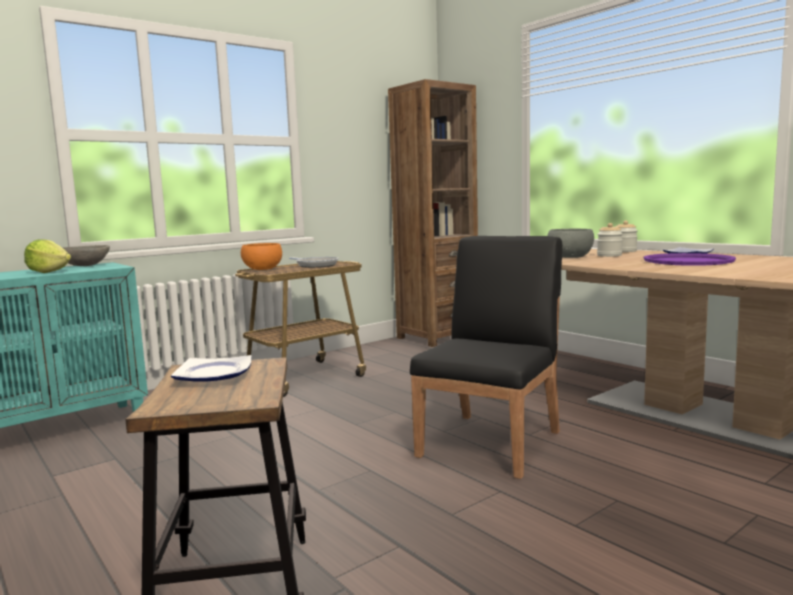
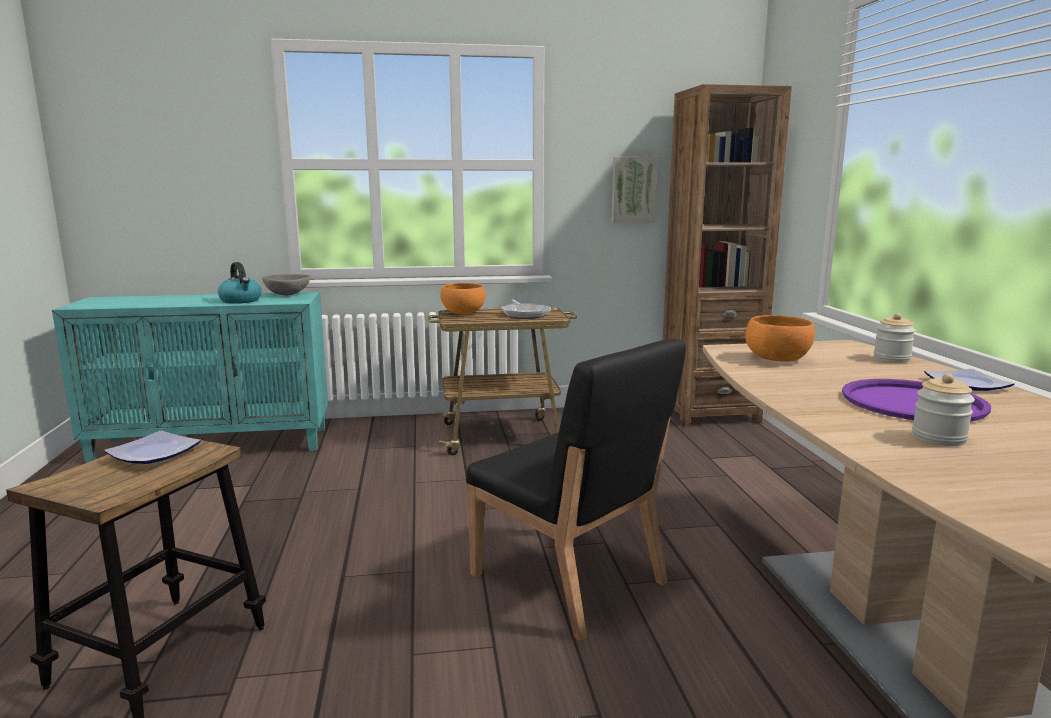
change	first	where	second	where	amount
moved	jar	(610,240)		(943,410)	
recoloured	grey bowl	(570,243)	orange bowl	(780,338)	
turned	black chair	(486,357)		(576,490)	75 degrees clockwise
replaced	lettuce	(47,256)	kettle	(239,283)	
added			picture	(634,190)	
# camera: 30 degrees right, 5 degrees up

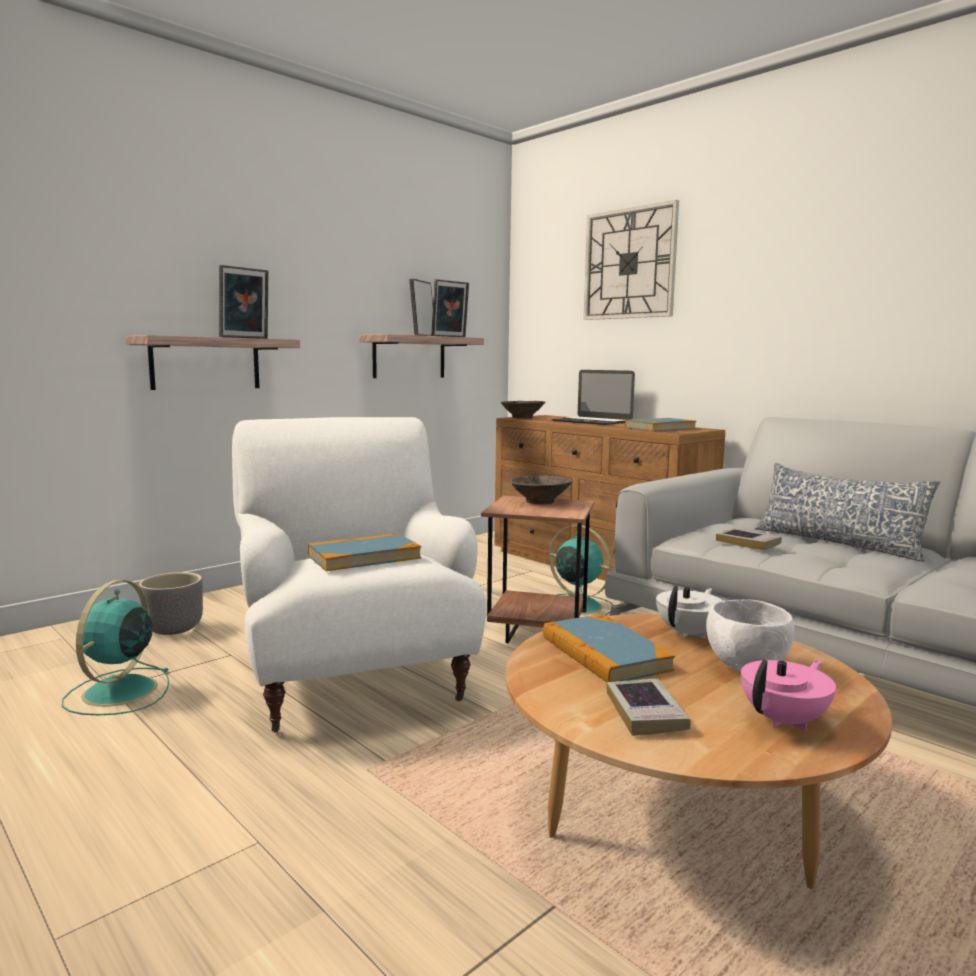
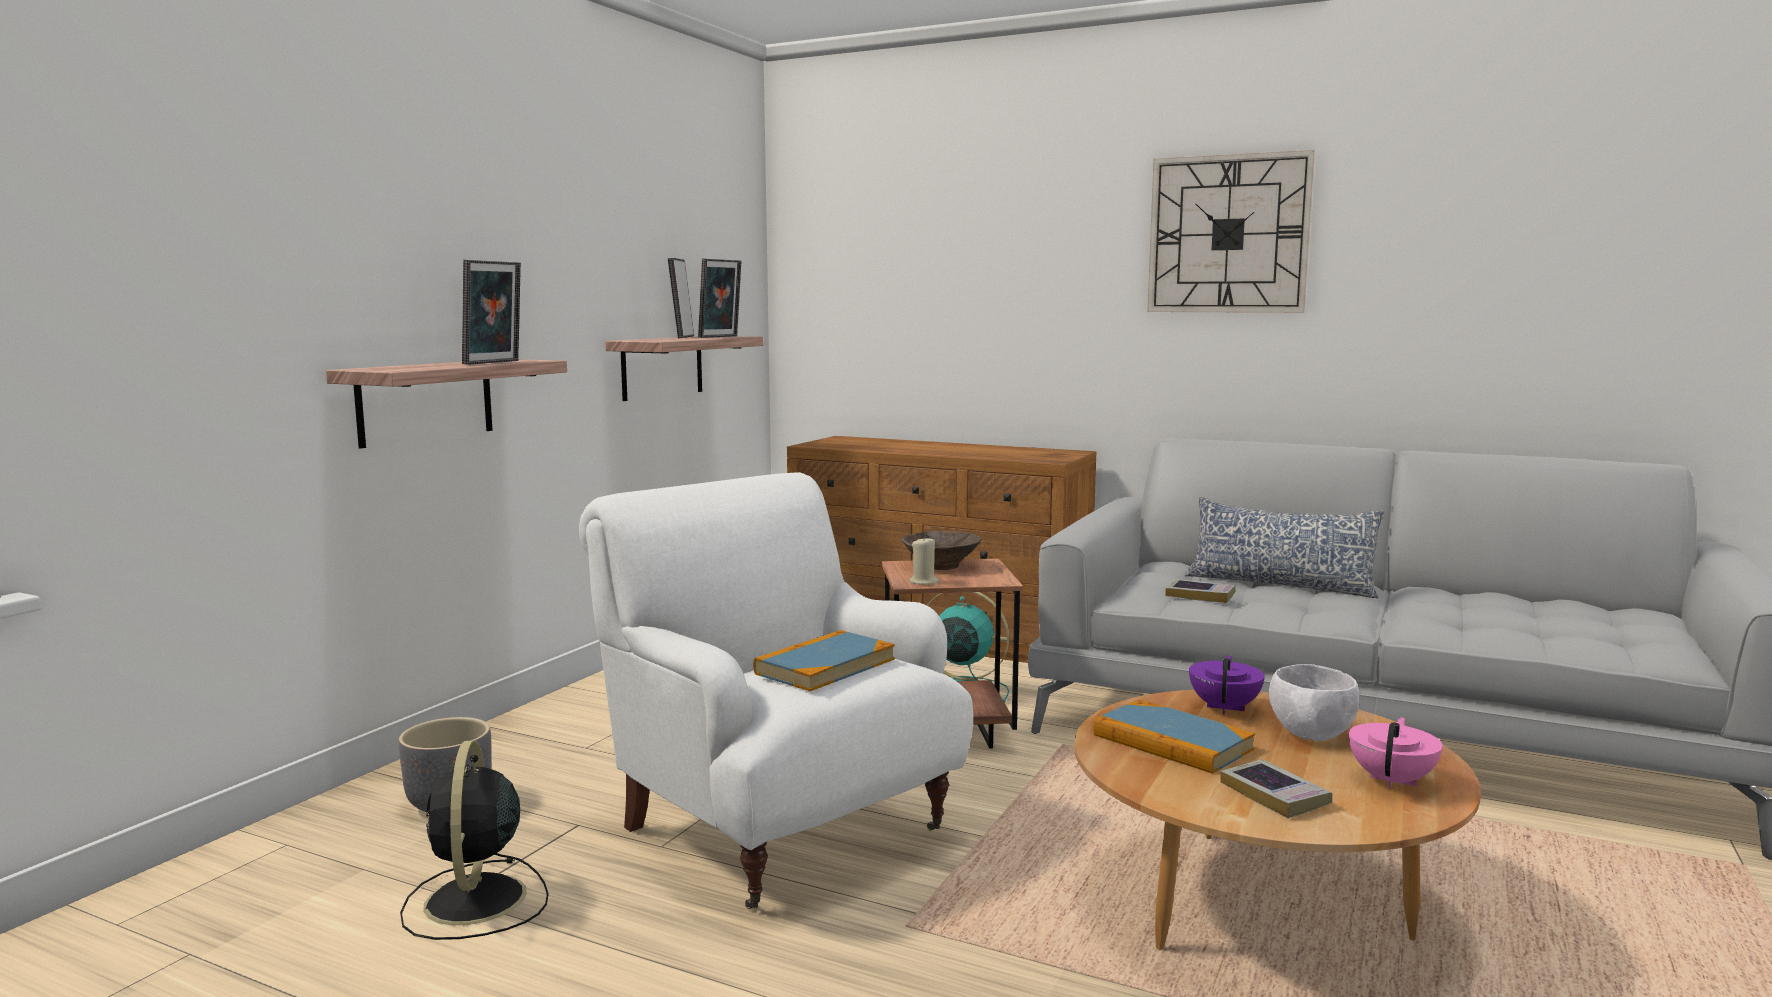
change	first	where	second	where	amount
moved	wall clock	(631,260)		(1231,231)	
removed	laptop	(593,397)			
removed	brown bowl	(523,409)			
removed	book	(660,424)			
recoloured	turquoise fan	(115,647)	black fan	(474,840)	
recoloured	white teapot	(690,612)	purple teapot	(1227,685)	
added			beige candle	(924,560)	
# camera: 20 degrees left, 0 degrees up

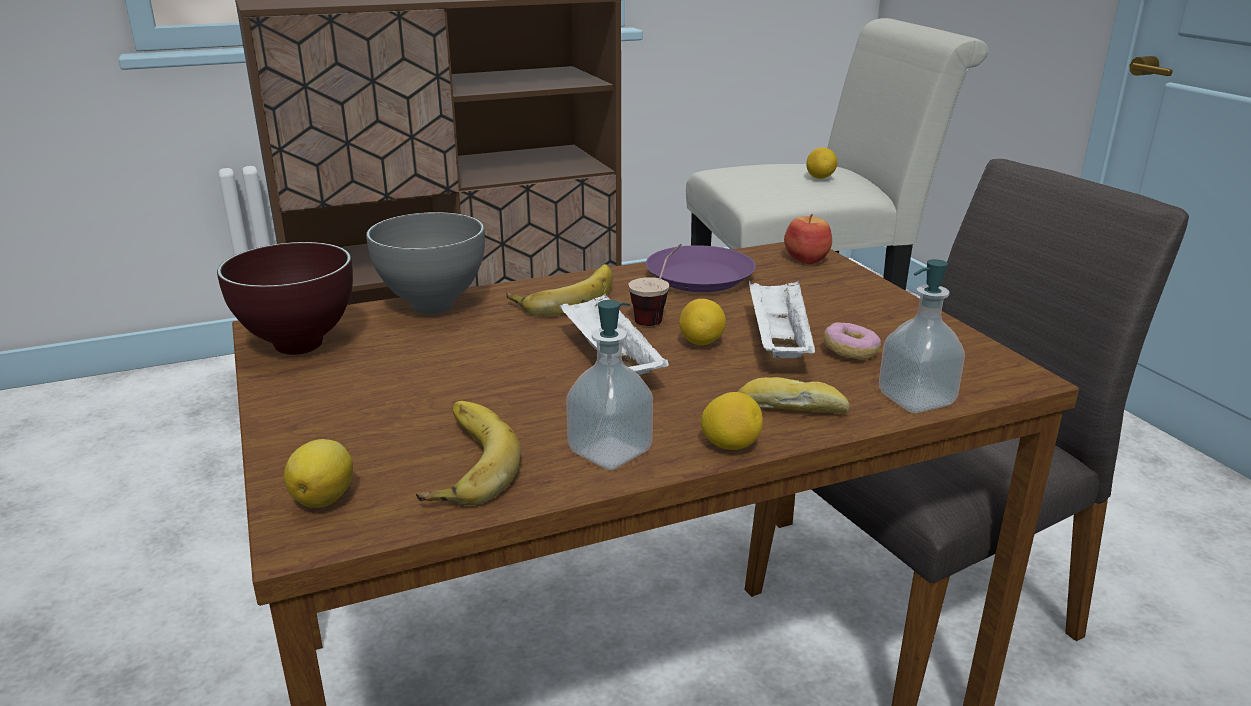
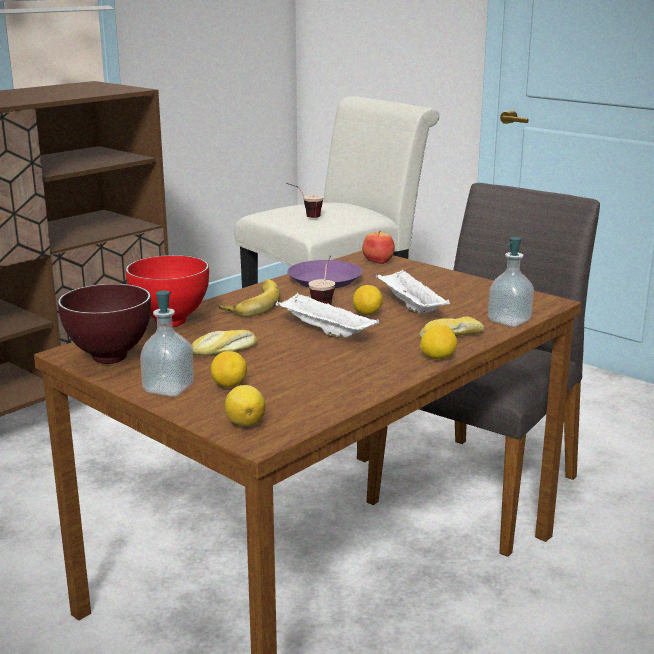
change	first	where	second	where	amount
moved	lemon	(822,163)		(229,369)	
recoloured	grey bowl	(425,263)	red bowl	(167,291)	
moved	soap dispenser	(609,385)		(167,344)	
removed	donut	(852,341)			
removed	banana	(468,453)			
added			cup	(305,200)	
added			bread	(224,342)	
# camera: 25 degrees left, 5 degrees down

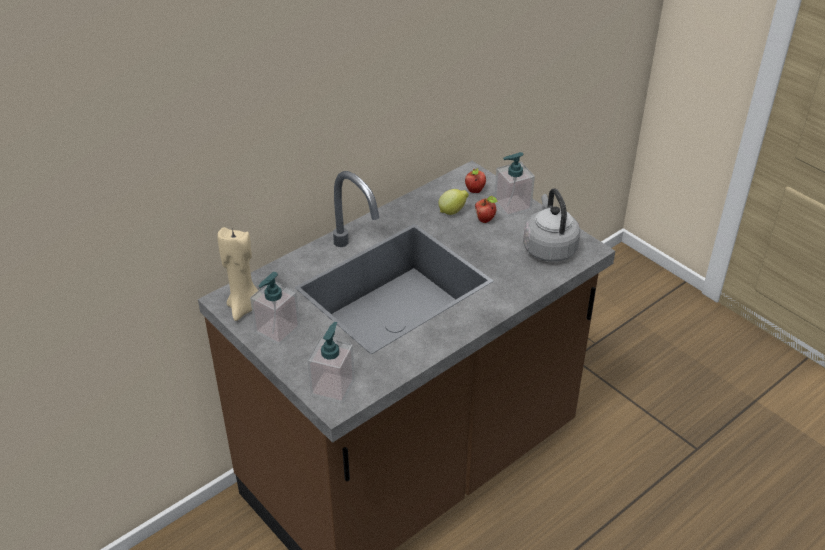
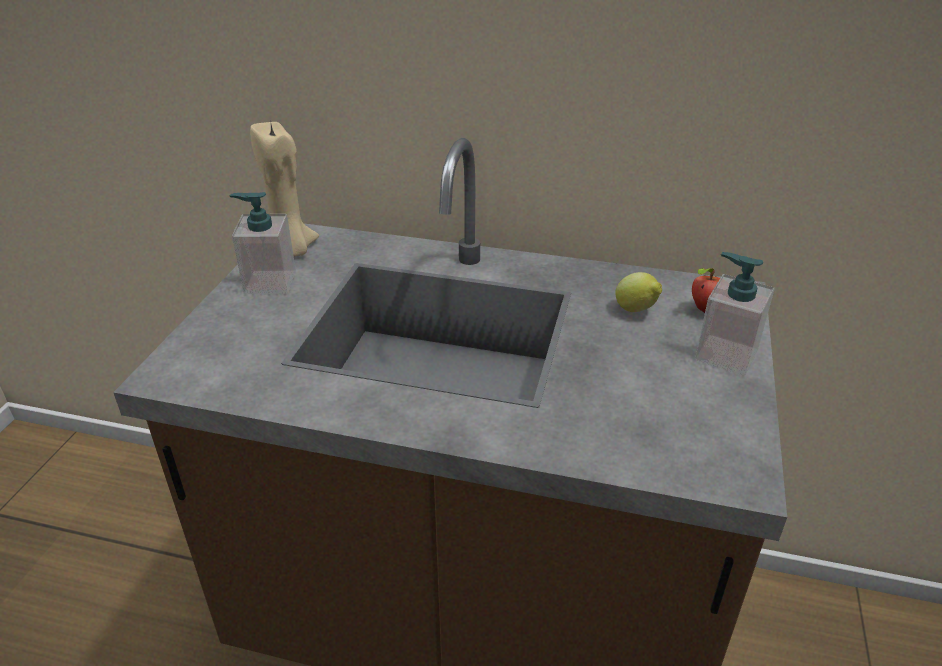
change	first	where	second	where	amount
removed	grey kettle	(551,225)			
removed	apple	(486,209)			
removed	soap dispenser	(331,363)			
# camera: 55 degrees right, 5 degrees down

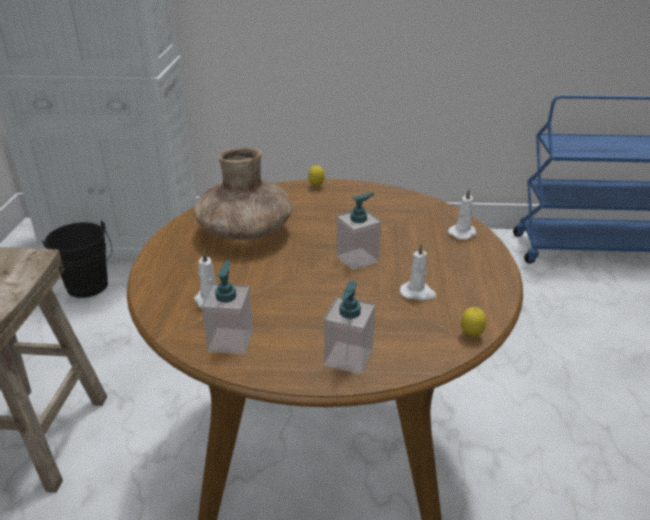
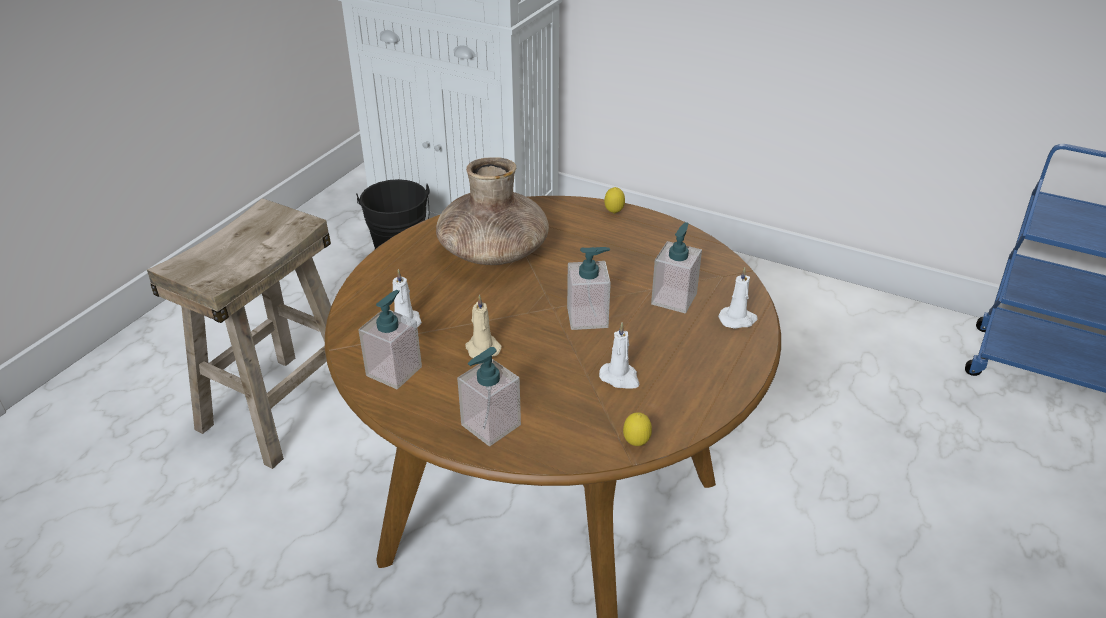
change	first	where	second	where	amount
added			soap dispenser	(676,267)	
added			beige candle	(483,326)	
# camera: 25 degrees right, 5 degrees up

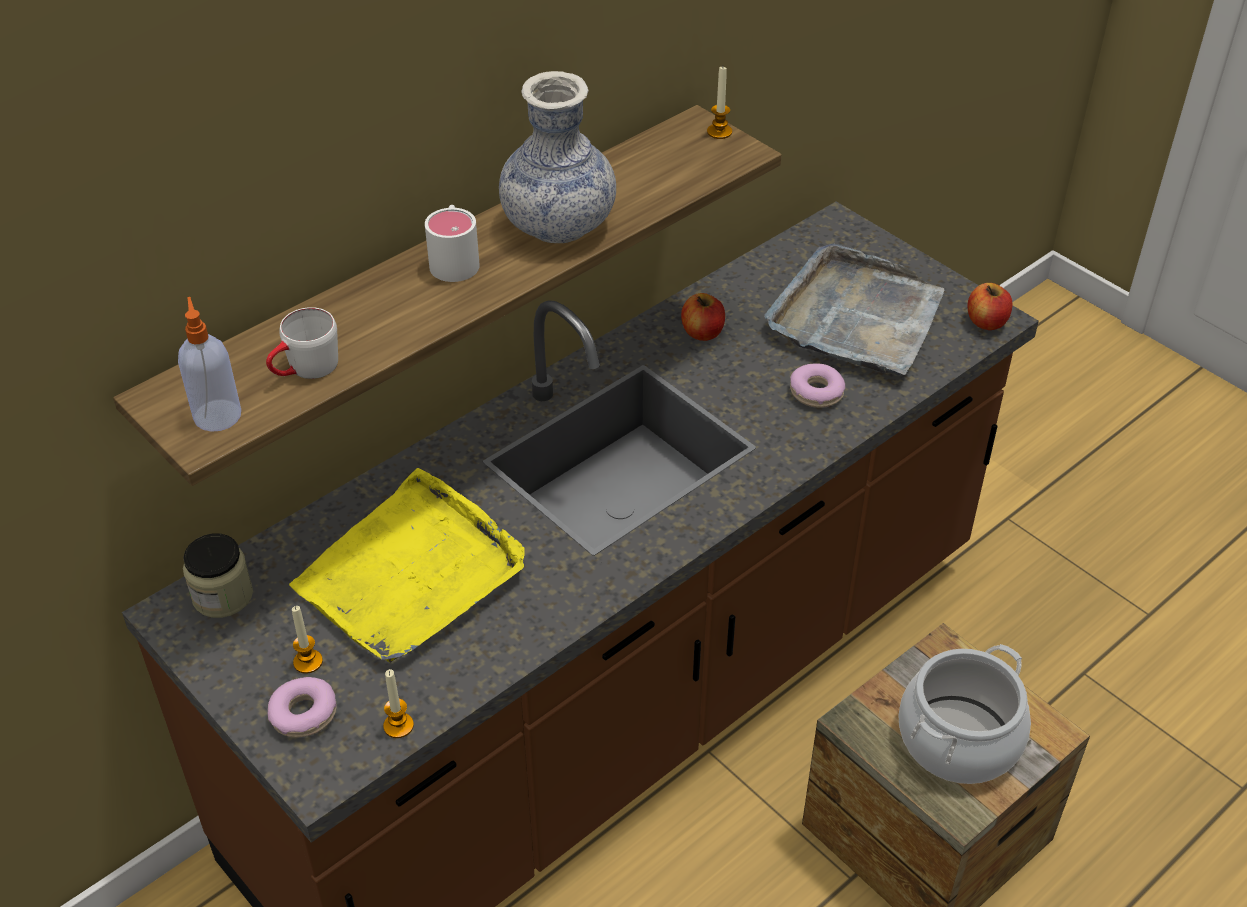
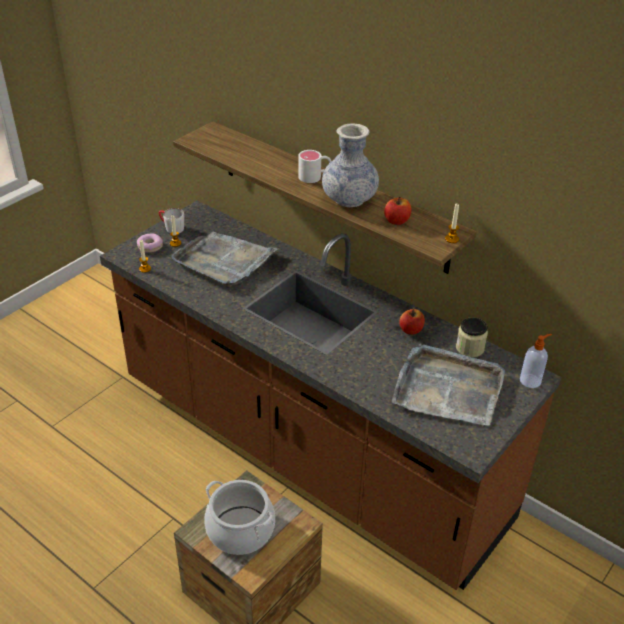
change	first	where	second	where	amount
moved	apple	(989,306)		(398,211)	
moved	soap dispenser	(209,364)		(536,361)	
moved	white mug	(302,343)		(171,220)	
removed	donut	(817,386)			
recoloured	yellow tray	(407,565)	grey tray	(225,259)	
moved	jar	(218,575)		(472,337)	
# camera: 80 degrees right, 5 degrees down

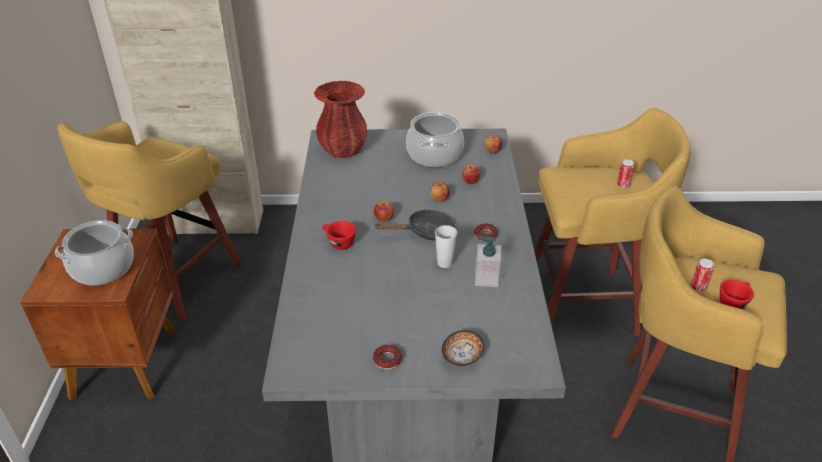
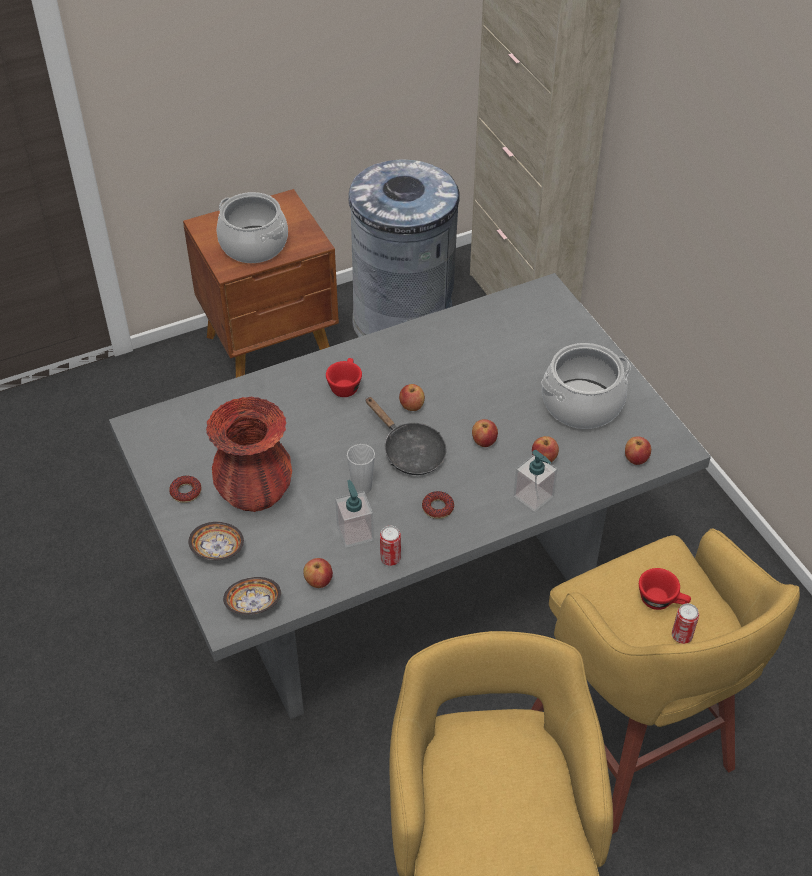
change	first	where	second	where	amount
moved	red vase	(340,119)		(249,454)	
replaced	yellow stool	(149,221)	grey trash can	(404,248)	
moved	can	(702,275)		(390,546)	
moved	red cup	(737,294)		(665,589)	
added			soap dispenser	(536,481)	
added			apple	(318,573)	
added			bowl	(252,596)	
# camera: 65 degrees right, 10 degrees up

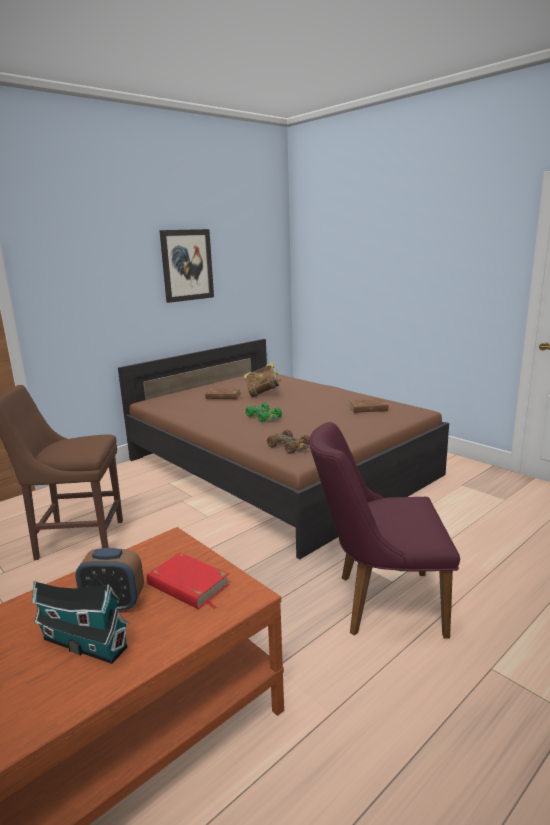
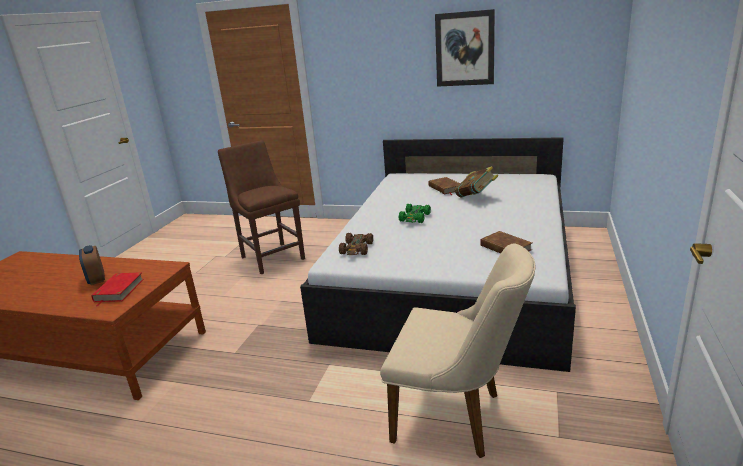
change	first	where	second	where	amount
recoloured	brown bed	(283,449)	white bed	(438,254)	
removed	purple chair	(384,530)			
removed	toy house	(80,622)			
added			beige chair	(458,351)	
# camera: 60 degrees right, 5 degrees up

